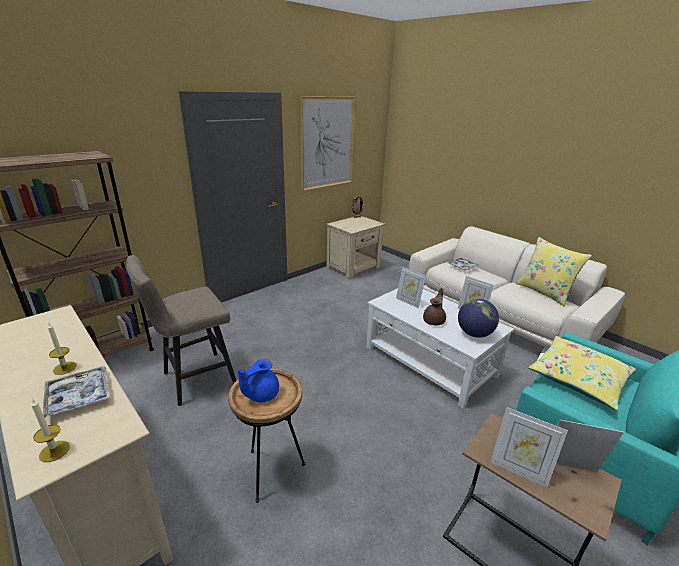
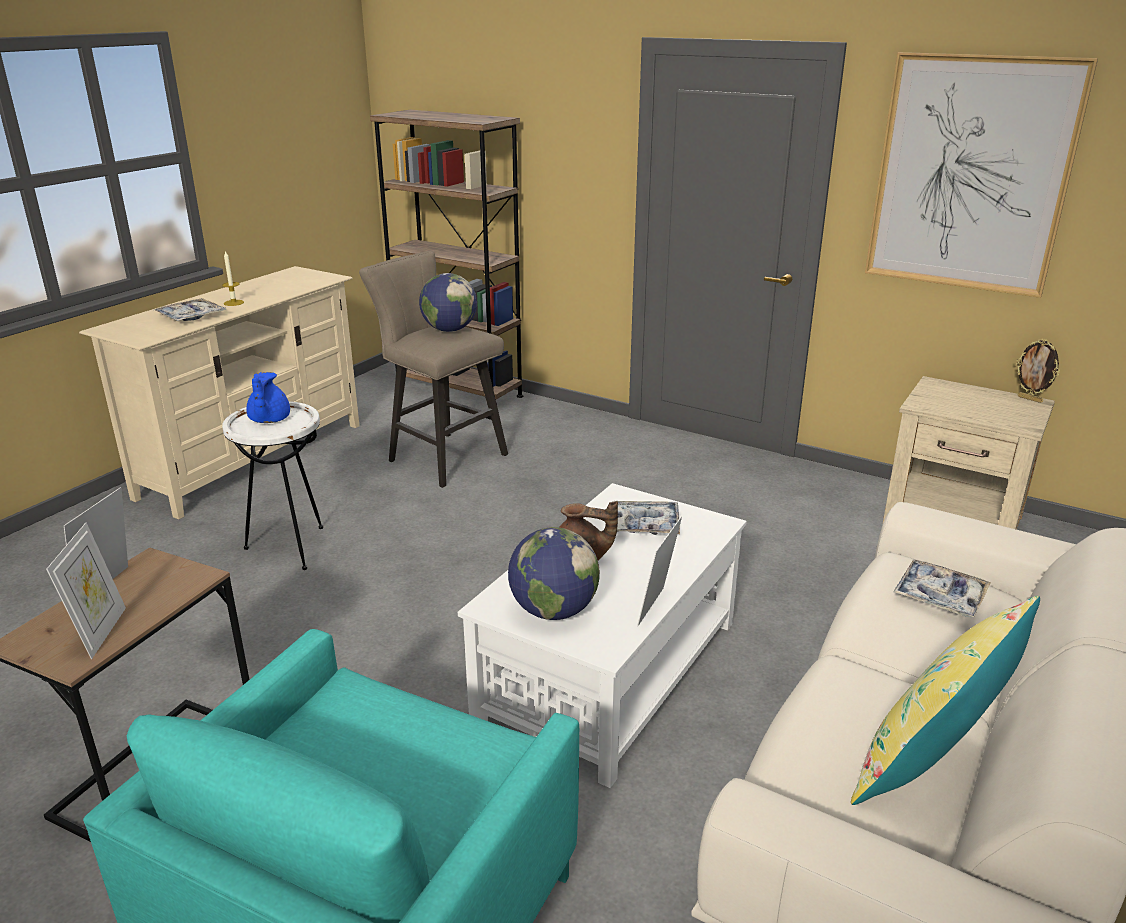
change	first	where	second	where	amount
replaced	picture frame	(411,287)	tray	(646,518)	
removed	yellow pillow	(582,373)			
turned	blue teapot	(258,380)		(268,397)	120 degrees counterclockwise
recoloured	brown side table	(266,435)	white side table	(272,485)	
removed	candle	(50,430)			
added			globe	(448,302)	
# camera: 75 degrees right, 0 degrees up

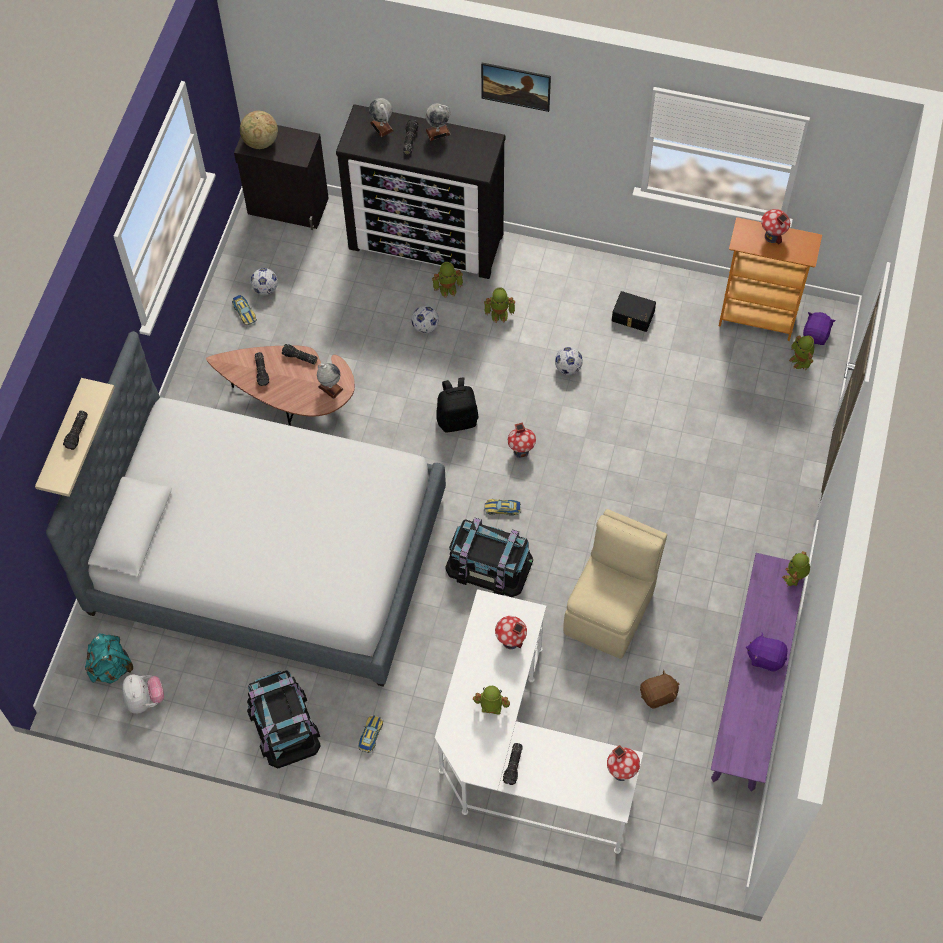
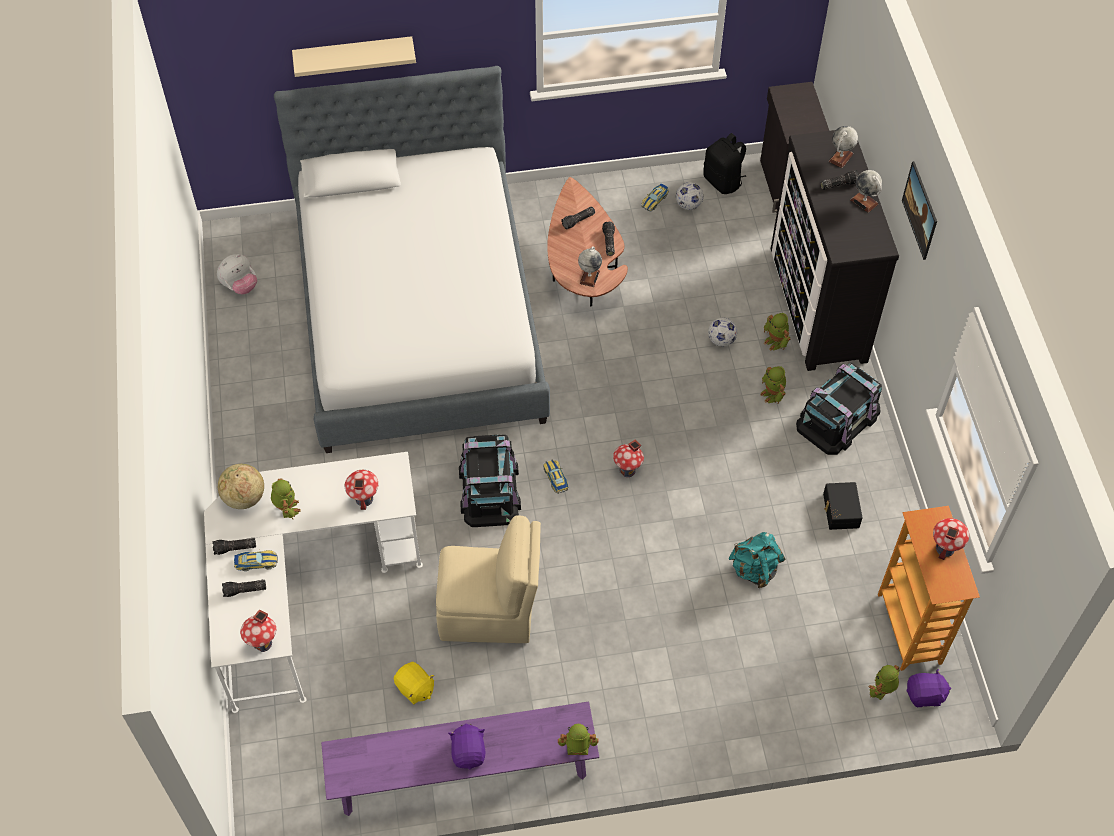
change	first	where	second	where	amount
moved	globe	(259,130)		(241,486)	
removed	football	(569,361)			
moved	black backpack	(457,404)		(724,163)	
moved	flashlight	(75,430)		(244,588)	
moved	turquoise backpack	(109,658)		(757,560)	
moved	black storage box	(284,719)		(839,409)	
recoloured	brown plush toy	(660,689)	yellow plush toy	(414,683)	
moved	toy car	(370,734)		(256,560)	
# camera: 65 degrees right, 5 degrees down

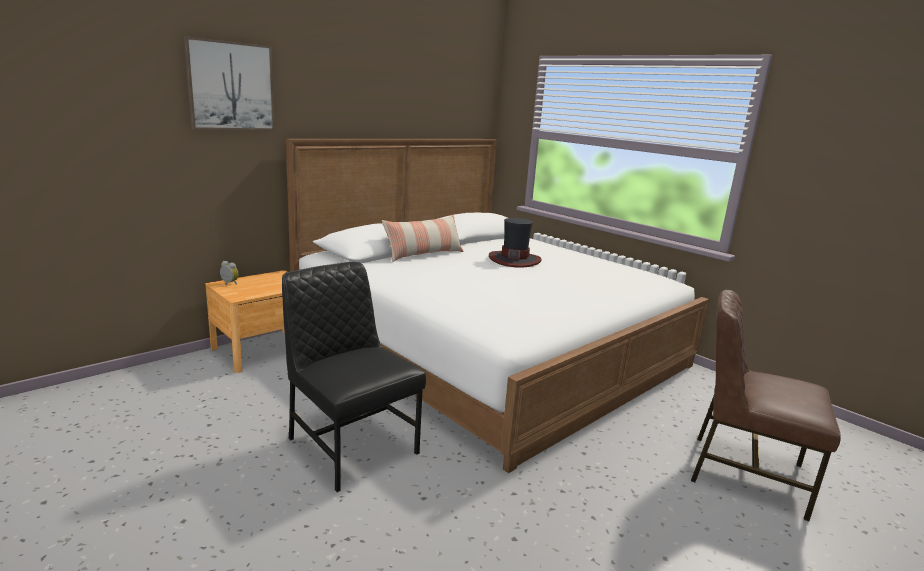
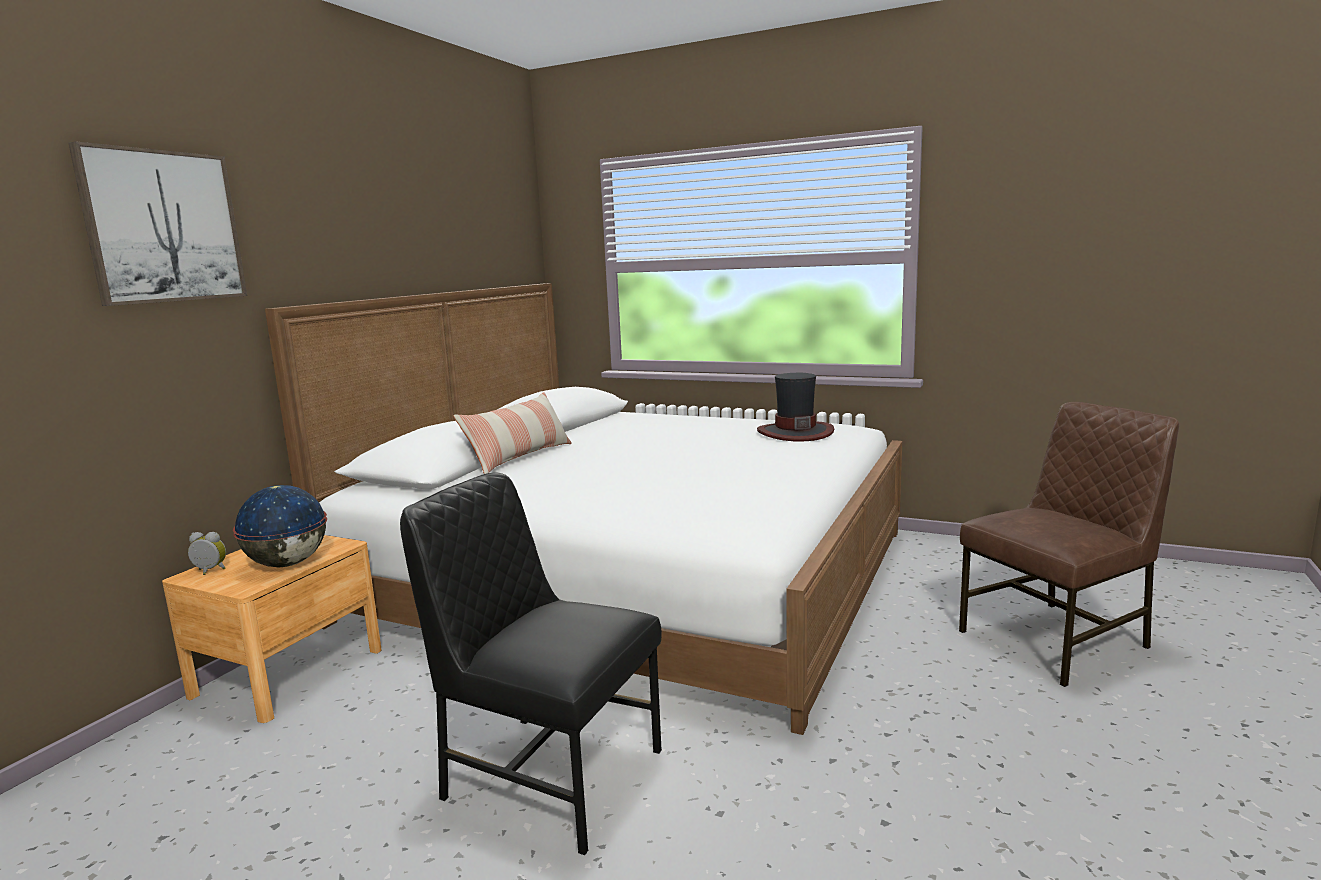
change	first	where	second	where	amount
moved	hat	(515,242)		(795,407)	
turned	brown chair	(766,405)		(1069,544)	150 degrees clockwise
added			globe	(280,526)	
# camera: 20 degrees left, 5 degrees down

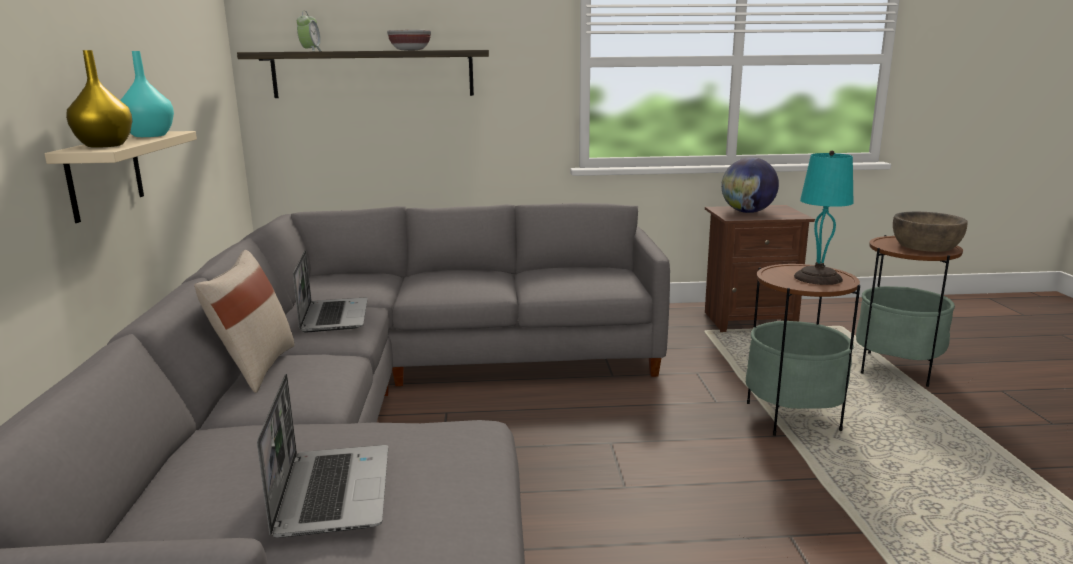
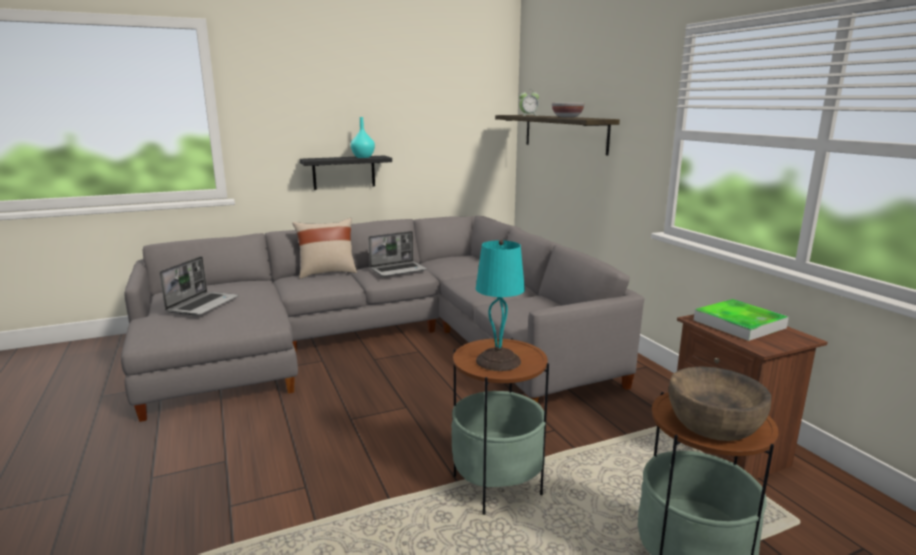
change	first	where	second	where	amount
removed	yellow vase	(99,99)			
recoloured	beige shelf	(121,177)	black shelf	(346,173)	
replaced	globe	(750,185)	tray	(741,320)	
turned	laptop	(322,456)		(199,286)	45 degrees counterclockwise
# camera: 70 degrees right, 0 degrees up

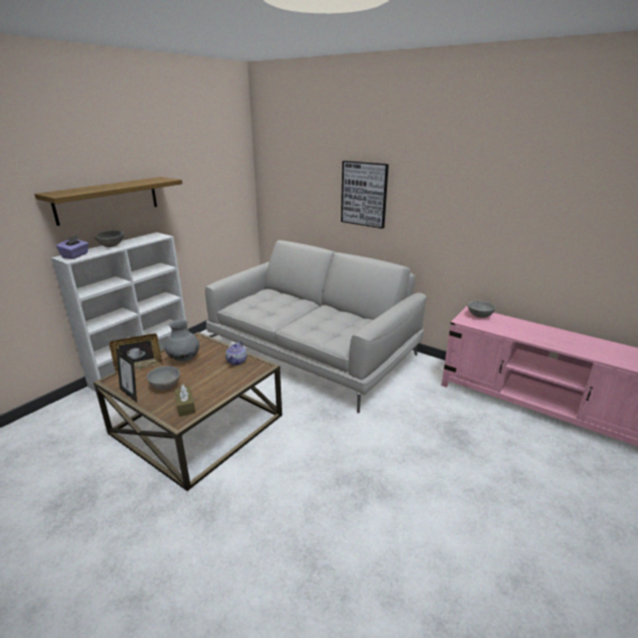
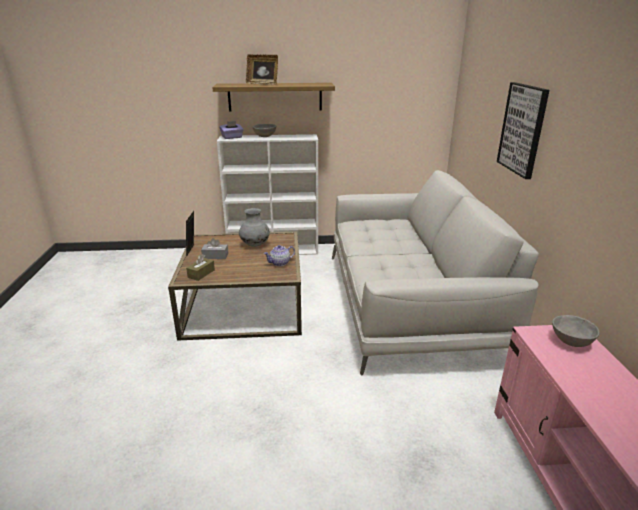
change	first	where	second	where	amount
moved	picture frame	(136,353)		(262,69)	
replaced	grey bowl	(163,378)	grey tissue box	(214,248)	
# camera: 50 degrees right, 0 degrees up

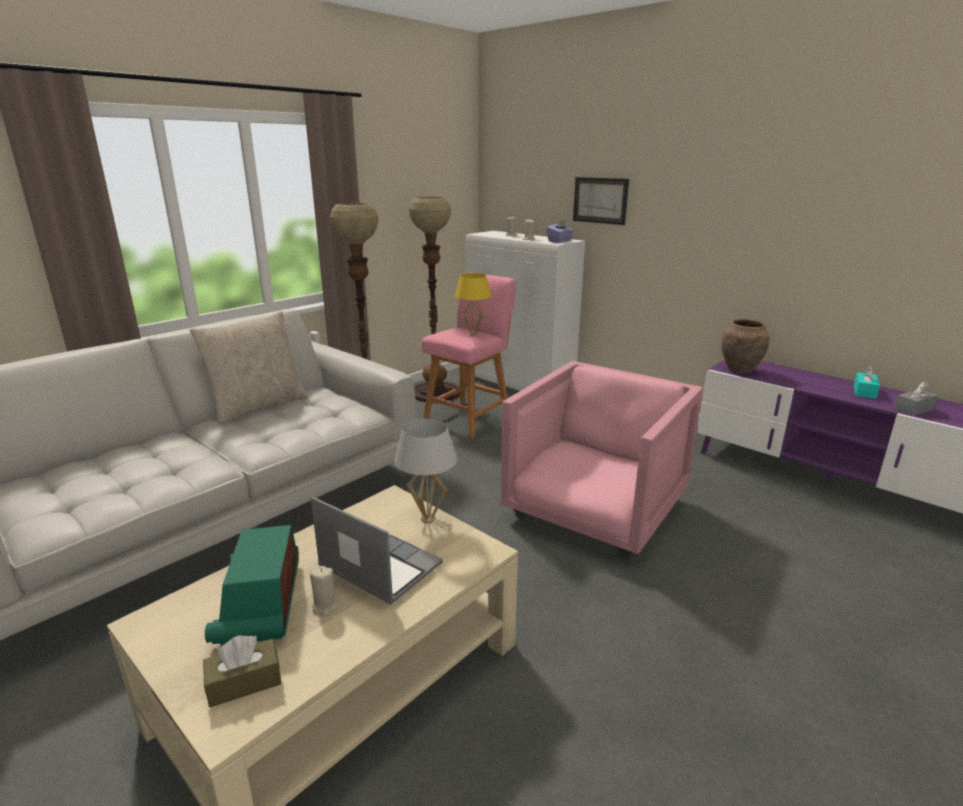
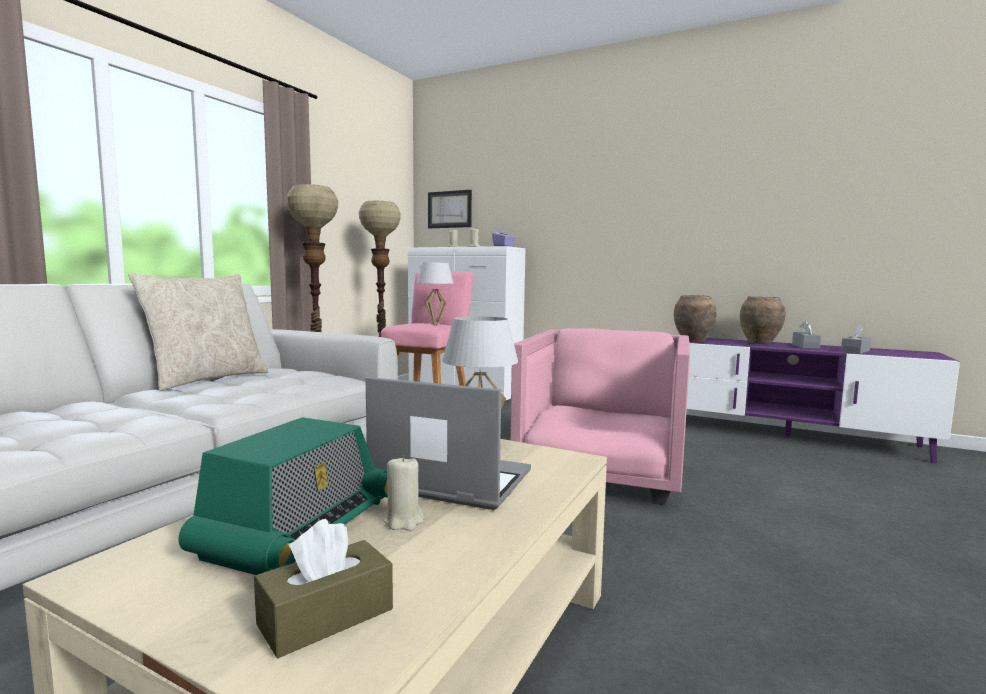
change	first	where	second	where	amount
moved	picture	(601,201)		(450,209)	
recoloured	yellow table lamp	(473,304)	white table lamp	(435,293)	
recoloured	turquoise tissue box	(867,382)	grey tissue box	(806,335)	
turned	radio	(252,585)		(283,496)	135 degrees counterclockwise
added			brown vase	(763,320)	
# camera: 15 degrees left, 15 degrees down

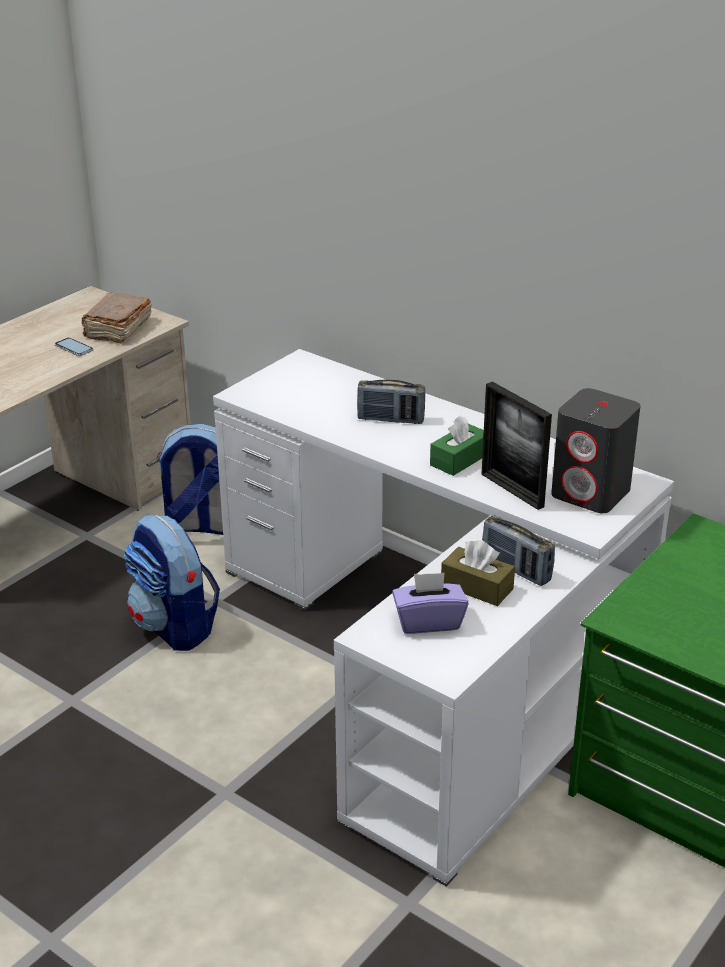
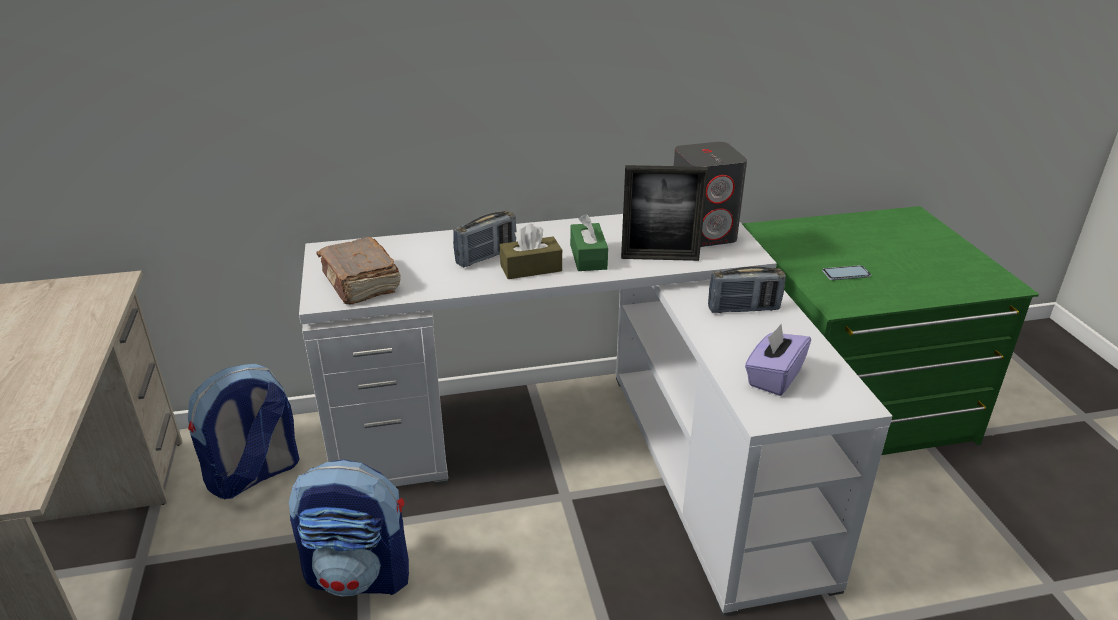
change	first	where	second	where	amount
moved	brown book	(117,318)		(358,270)	
moved	phone	(74,346)		(846,272)	
moved	brown tissue box	(478,573)		(531,251)	
# camera: 50 degrees left, 0 degrees up

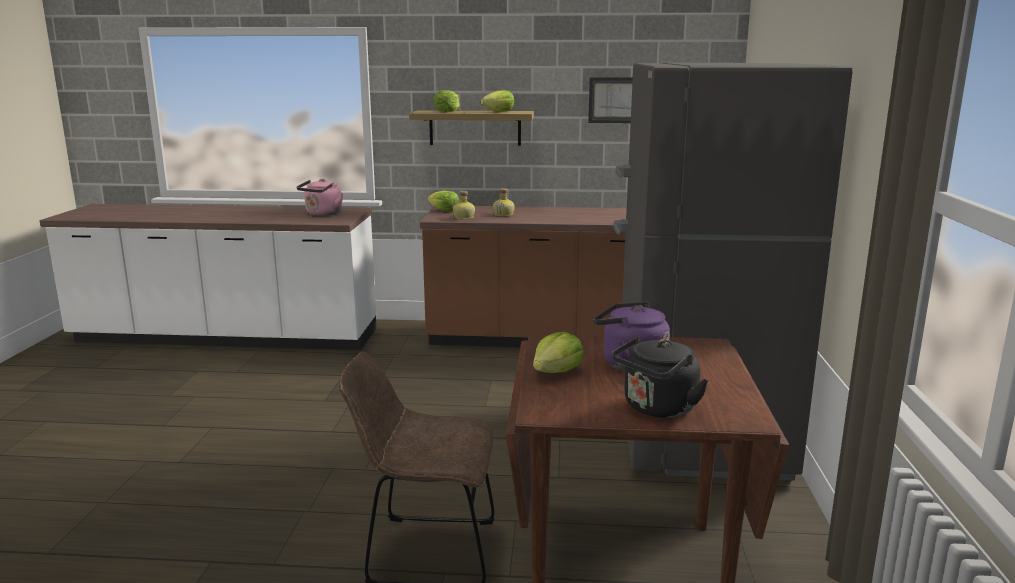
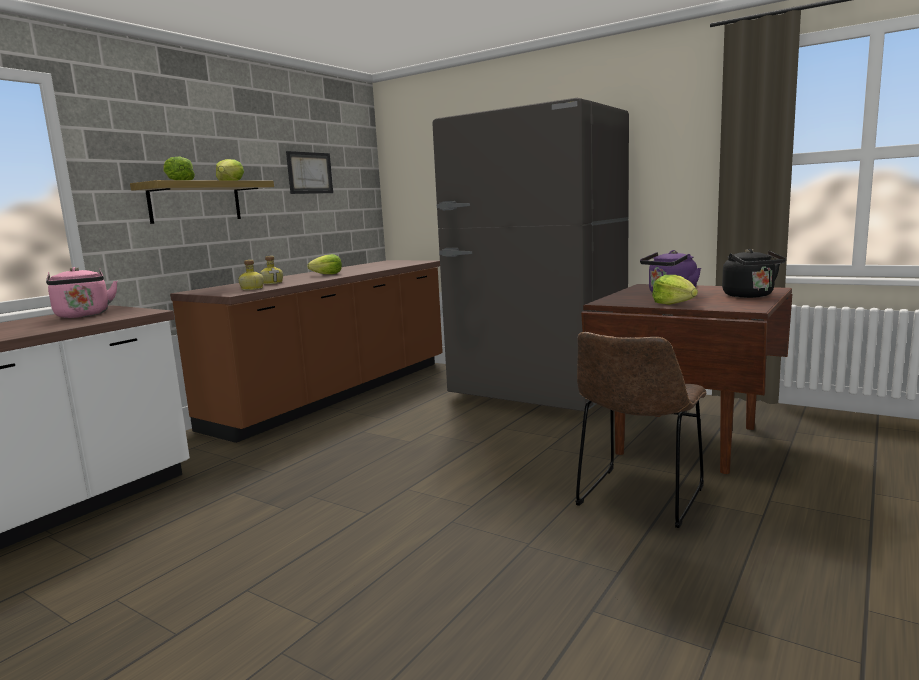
change	first	where	second	where	amount
moved	lettuce	(443,201)		(324,264)	
# camera: 60 degrees left, 5 degrees down

